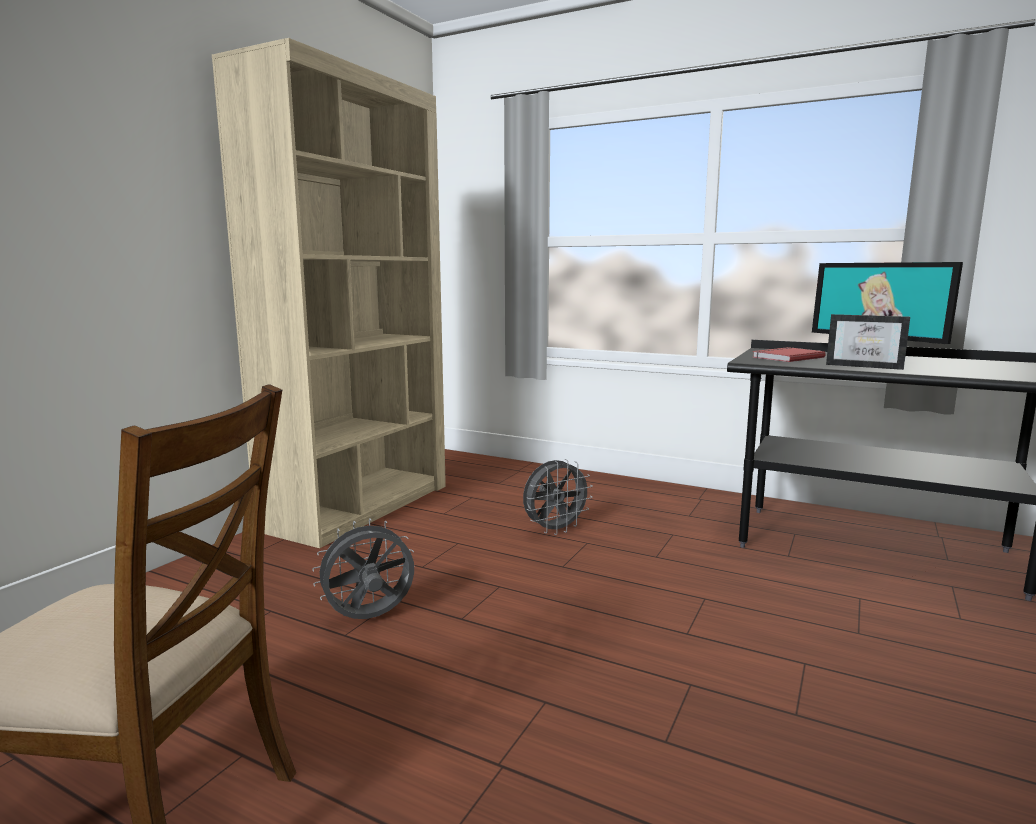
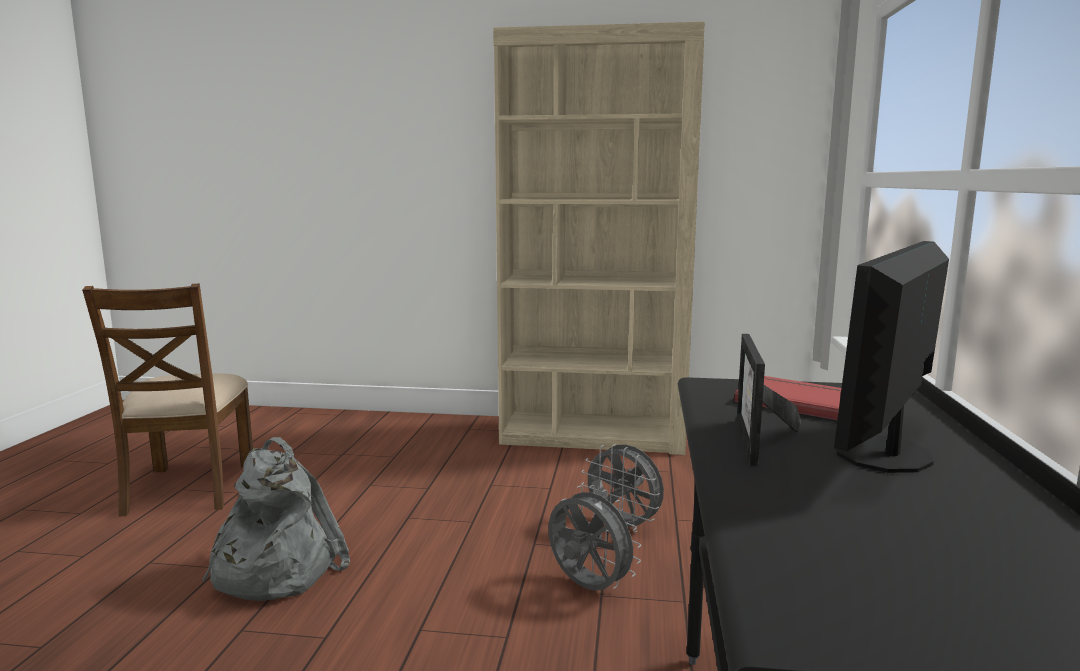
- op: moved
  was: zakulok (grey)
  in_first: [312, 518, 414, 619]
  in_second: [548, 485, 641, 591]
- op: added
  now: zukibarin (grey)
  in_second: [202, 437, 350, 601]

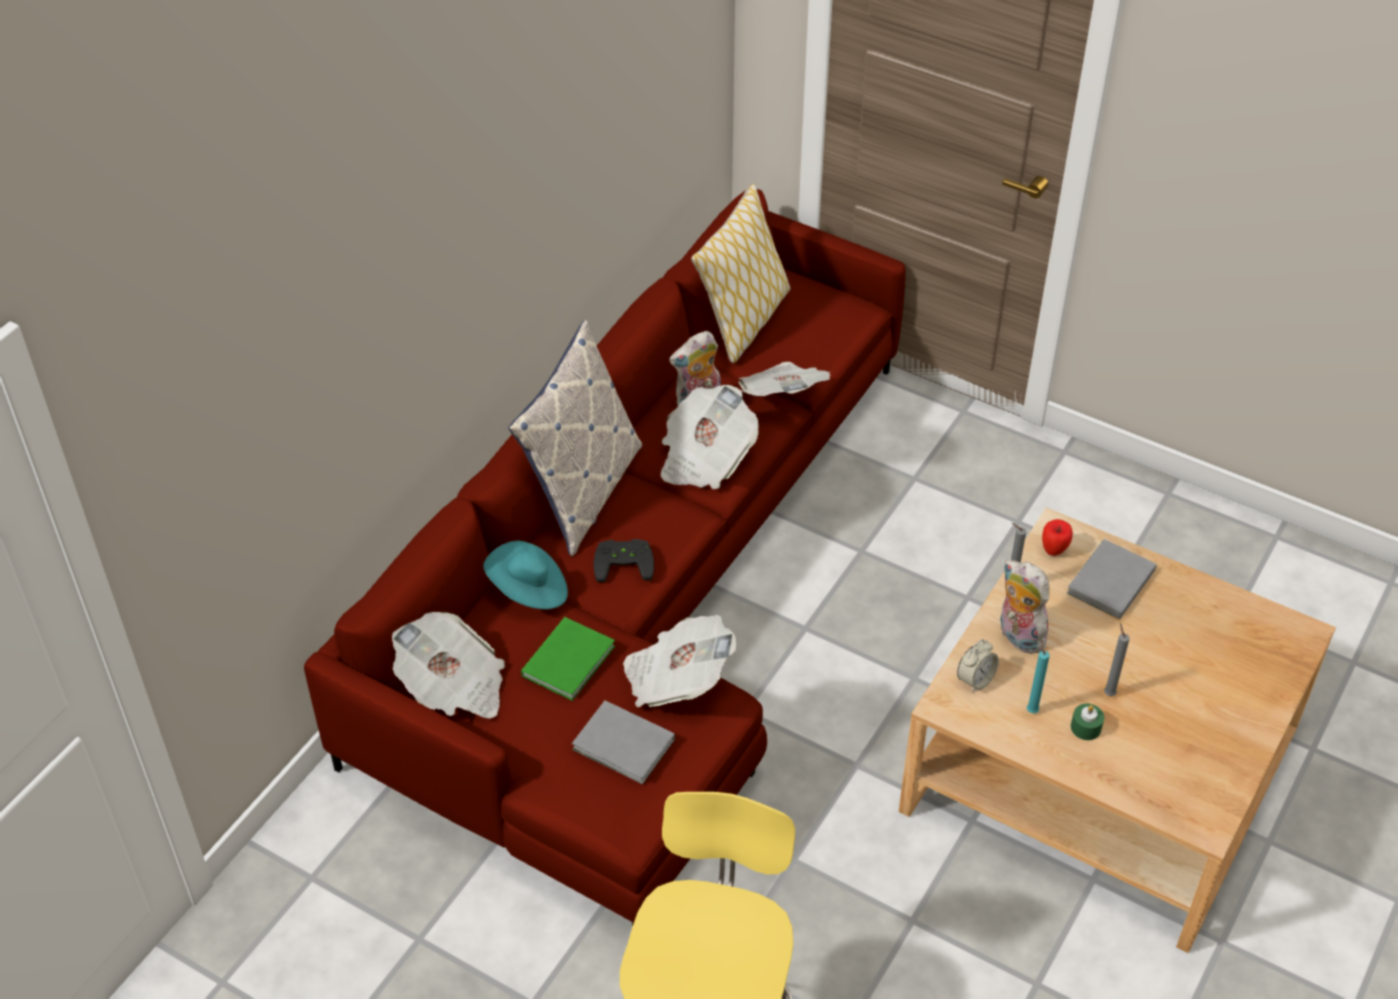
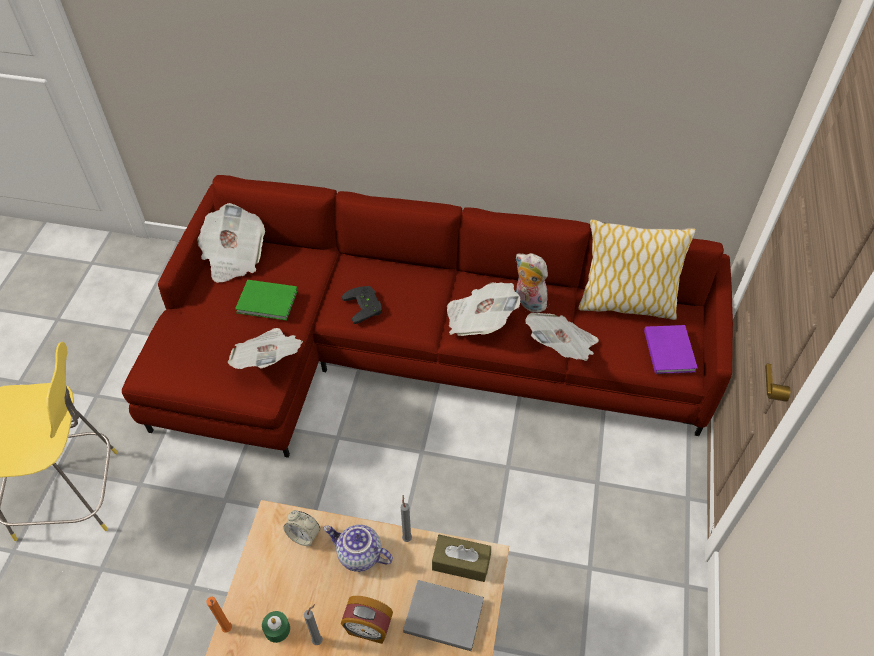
- op: removed
  was: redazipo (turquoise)
  in_first: [483, 541, 568, 609]
- op: removed
  was: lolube
  in_first: [508, 320, 642, 556]
- op: removed
  was: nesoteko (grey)
  in_first: [572, 700, 675, 784]
- op: replaced
  was: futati
  now: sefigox
  in_first: [1000, 560, 1050, 654]
  in_second: [324, 525, 393, 572]
- op: removed
  was: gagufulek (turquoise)
  in_first: [1027, 640, 1050, 713]
- op: replaced
  was: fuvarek
  now: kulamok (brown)
  in_first: [1042, 519, 1073, 556]
  in_second: [432, 535, 491, 582]
- op: added
  now: gagufulek (orange)
  in_second: [206, 597, 232, 633]
- op: added
  now: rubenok
  in_second: [341, 596, 393, 644]
- op: added
  now: nesoteko (purple)
  in_second: [644, 325, 698, 374]

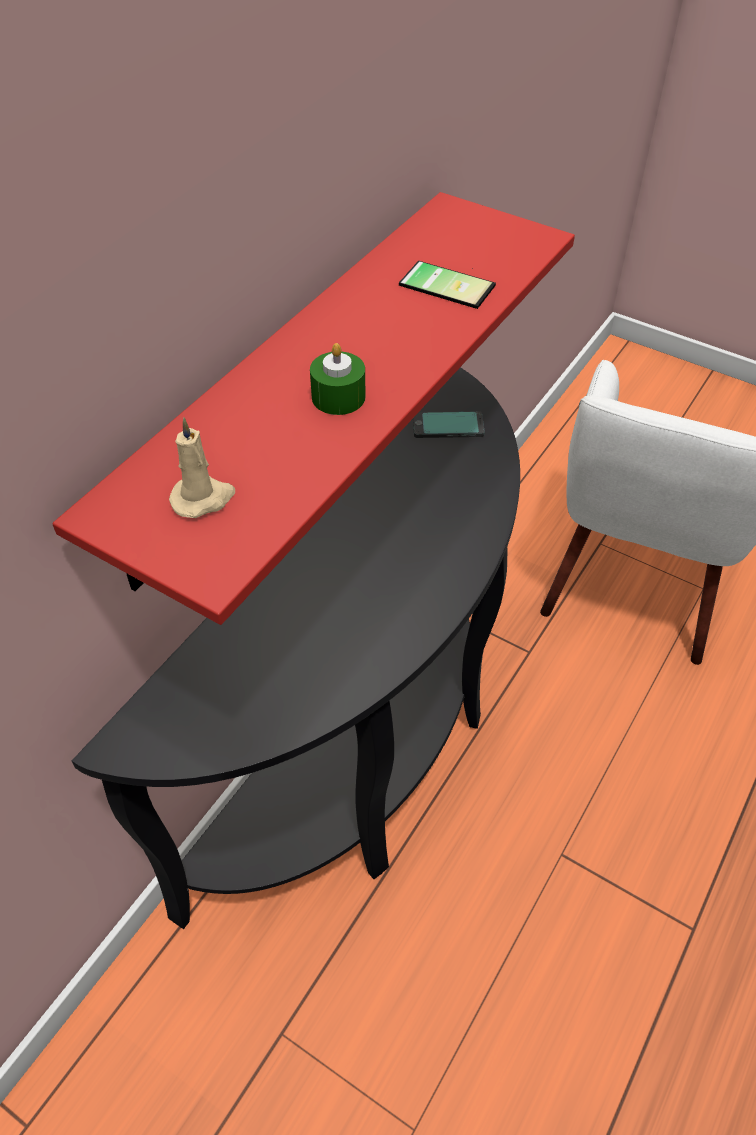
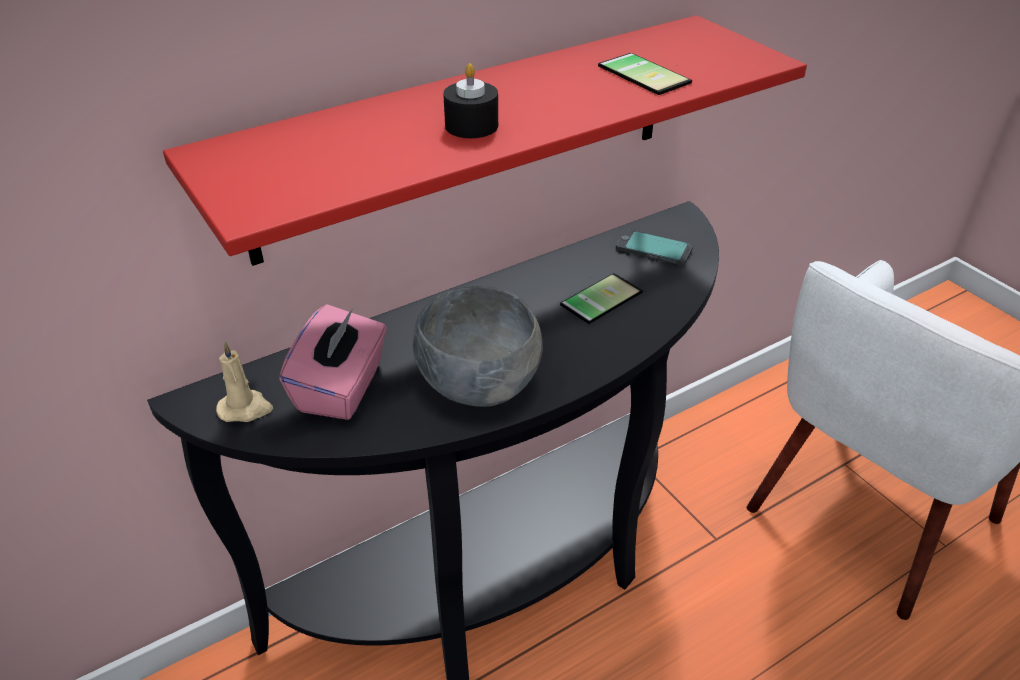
- op: moved
  was: gagufulek (beige)
  in_first: [169, 418, 235, 518]
  in_second: [216, 341, 273, 422]
- op: recoloured
  was: gagufulek (green)
  now: gagufulek (black)
  in_first: [310, 343, 366, 415]
  in_second: [443, 63, 498, 138]
- op: added
  now: kulamok (pink)
  in_second: [279, 304, 387, 420]
- op: added
  now: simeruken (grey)
  in_second: [413, 286, 543, 407]
- op: added
  now: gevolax
  in_second: [560, 273, 643, 324]

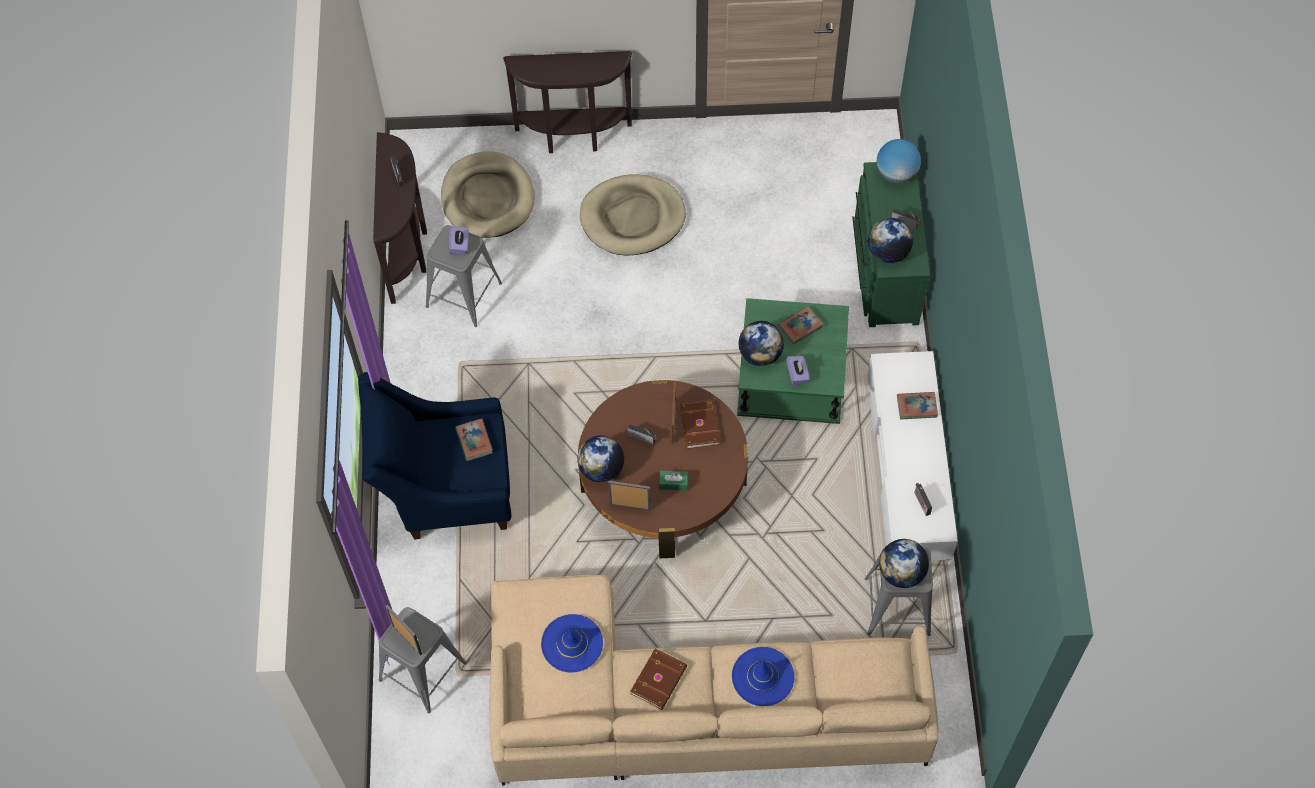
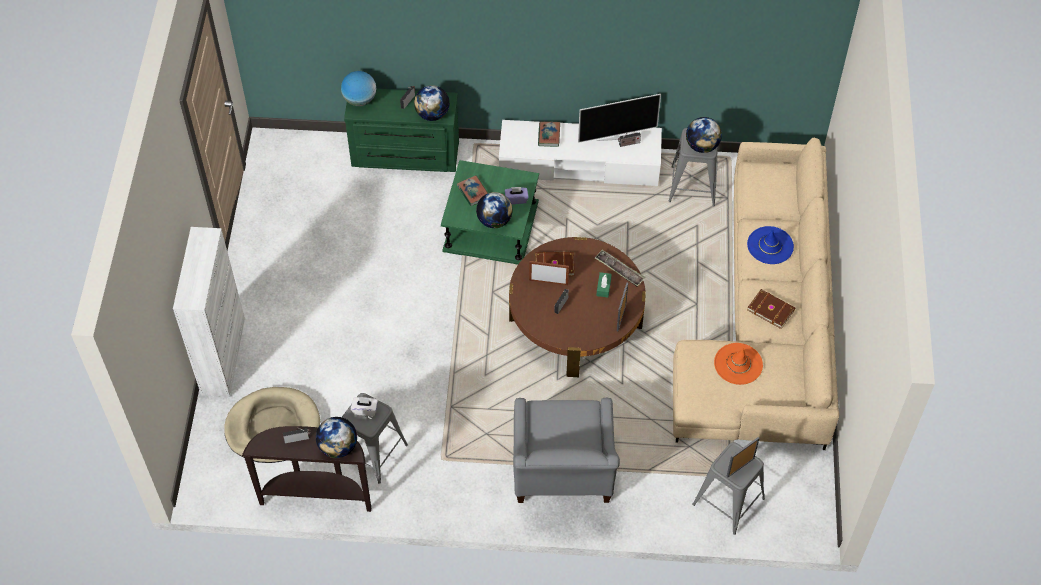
- op: recoloured
  was: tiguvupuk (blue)
  now: tiguvupuk (grey)
  in_first: [358, 372, 511, 539]
  in_second: [513, 398, 620, 503]
- op: recoloured
  was: kulamok (purple)
  now: kulamok (white)
  in_first: [449, 226, 469, 255]
  in_second: [351, 397, 378, 416]
- op: removed
  was: nesoteko
  in_first: [456, 419, 493, 461]
- op: replaced
  was: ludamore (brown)
  now: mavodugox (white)
  in_first: [503, 51, 632, 153]
  in_second: [173, 227, 245, 397]
- op: recoloured
  was: redazipo (blue)
  now: redazipo (orange)
  in_first: [541, 614, 603, 673]
  in_second: [714, 343, 763, 385]
- op: moved
  was: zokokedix
  in_first: [577, 436, 624, 482]
  in_second: [316, 417, 357, 458]
- op: removed
  was: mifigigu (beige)
  in_first: [580, 174, 686, 255]
- op: added
  now: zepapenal
  in_second: [578, 94, 661, 143]
- op: added
  now: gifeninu
  in_second: [595, 250, 645, 287]

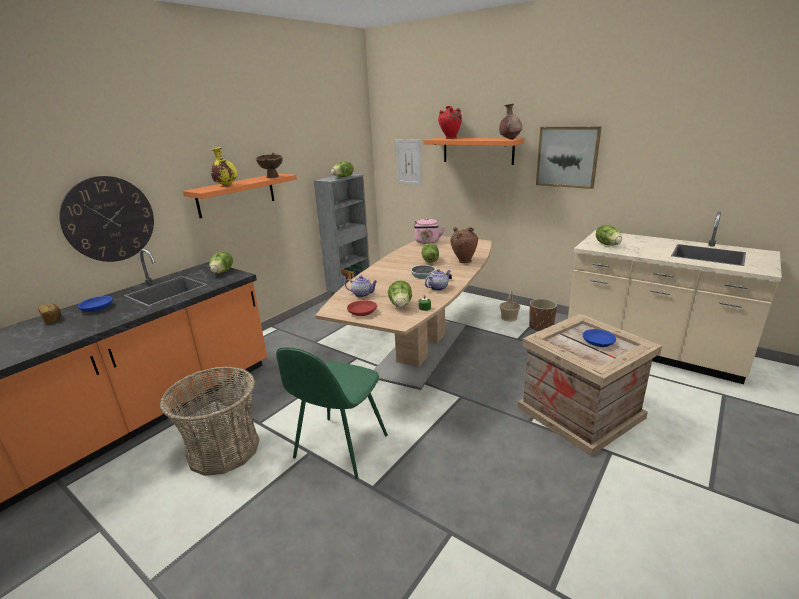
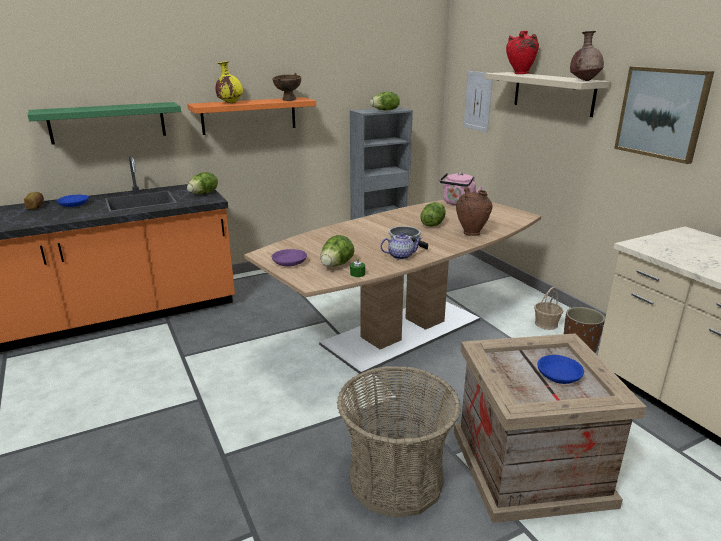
- op: replaced
  was: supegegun
  now: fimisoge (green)
  in_first: [59, 176, 154, 262]
  in_second: [28, 102, 181, 145]
- op: moved
  was: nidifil
  in_first: [160, 366, 259, 476]
  in_second: [337, 366, 461, 518]
- op: removed
  was: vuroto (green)
  in_first: [276, 347, 388, 479]
- op: removed
  was: sefigox
  in_first: [345, 276, 378, 297]
- op: recoloured
  was: simeruken (red)
  now: simeruken (purple)
  in_first: [347, 300, 377, 316]
  in_second: [272, 249, 307, 266]
- op: recoloured
  was: fimisoge (orange)
  now: fimisoge (beige)
  in_first: [423, 138, 524, 165]
  in_second: [484, 72, 610, 117]
- op: removed
  was: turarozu
  in_first: [596, 225, 622, 246]

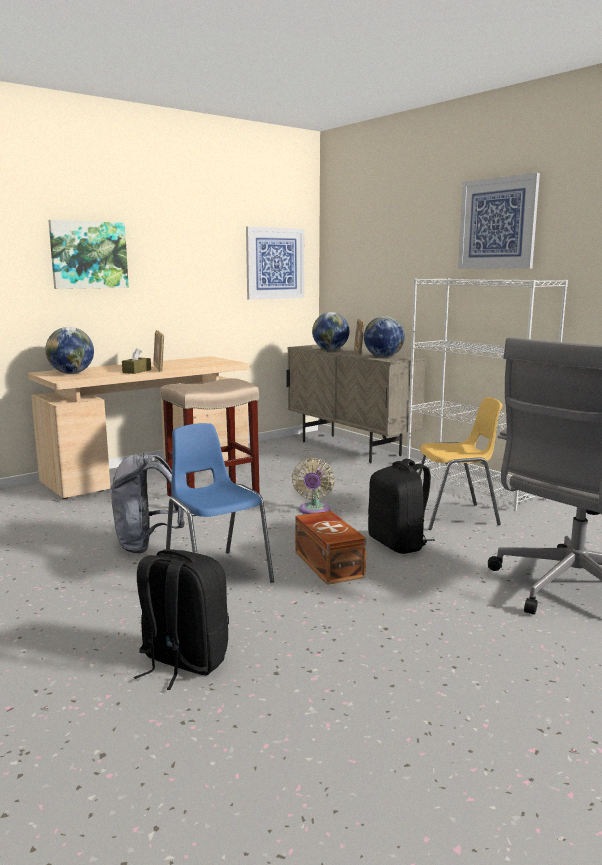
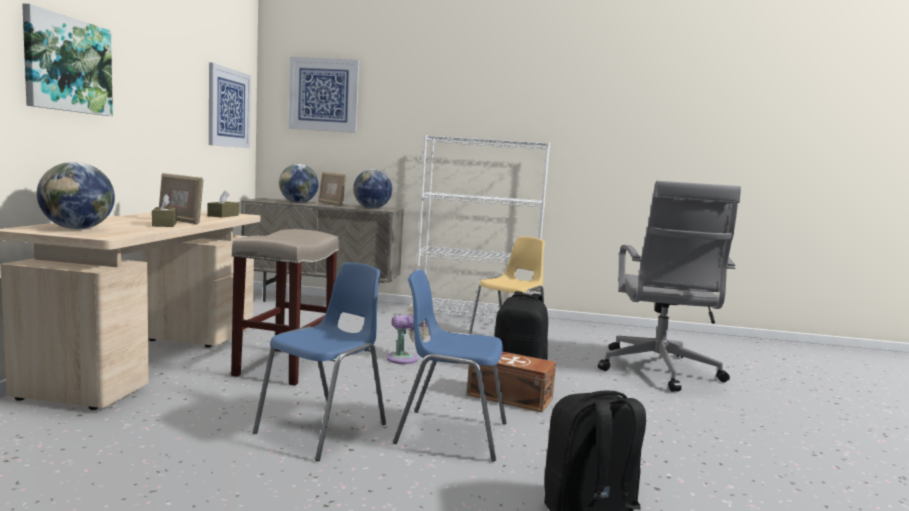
- op: replaced
  was: zukibarin (grey)
  now: vuroto (blue)
  in_first: [111, 453, 184, 553]
  in_second: [253, 262, 386, 461]
- op: turned
  was: zakulok (beige)
  in_first: [292, 458, 335, 514]
  in_second: [387, 303, 428, 364]
  clockwise: -75
- op: moved
  was: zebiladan
  in_first: [458, 173, 540, 269]
  in_second: [288, 57, 359, 133]
- op: added
  now: kulamok (brown)
  in_second: [207, 190, 239, 218]

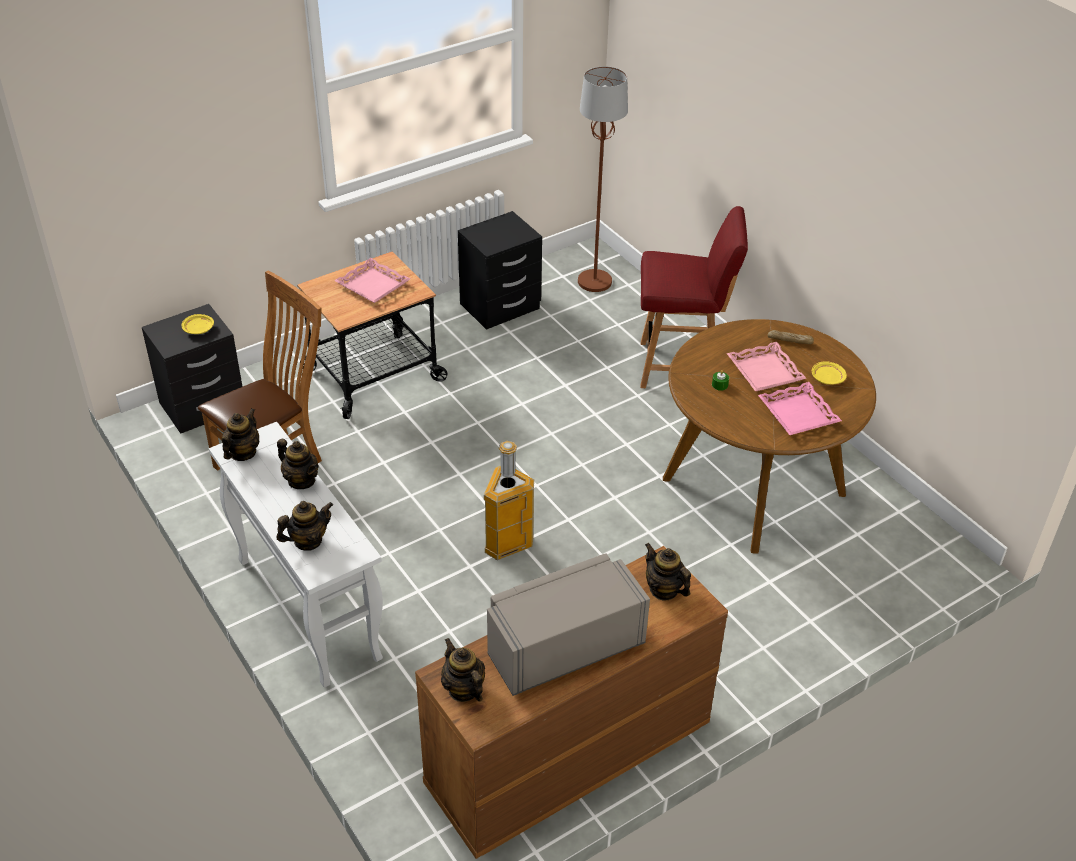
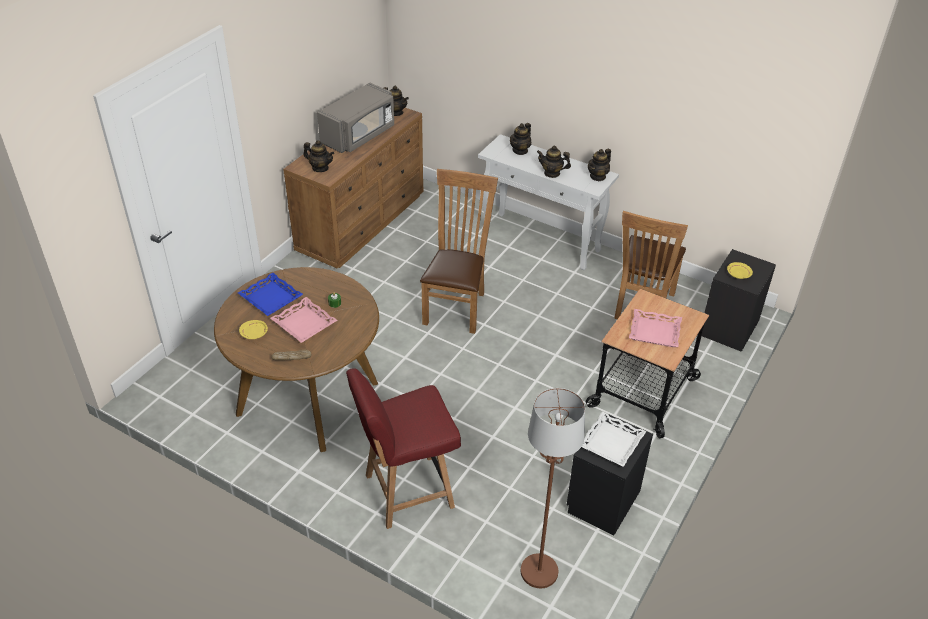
- op: turned
  was: sefigox
  in_first: [222, 408, 259, 461]
  in_second: [588, 149, 611, 181]
  clockwise: 45
- op: replaced
  was: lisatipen
  now: vuroto (brown)
  in_first: [484, 441, 534, 560]
  in_second: [420, 169, 498, 334]
- op: recoloured
  was: gifeninu (pink)
  now: gifeninu (blue)
  in_first: [758, 382, 842, 435]
  in_second: [238, 273, 303, 316]
- op: added
  now: gifeninu (white)
  in_second: [582, 411, 646, 467]

